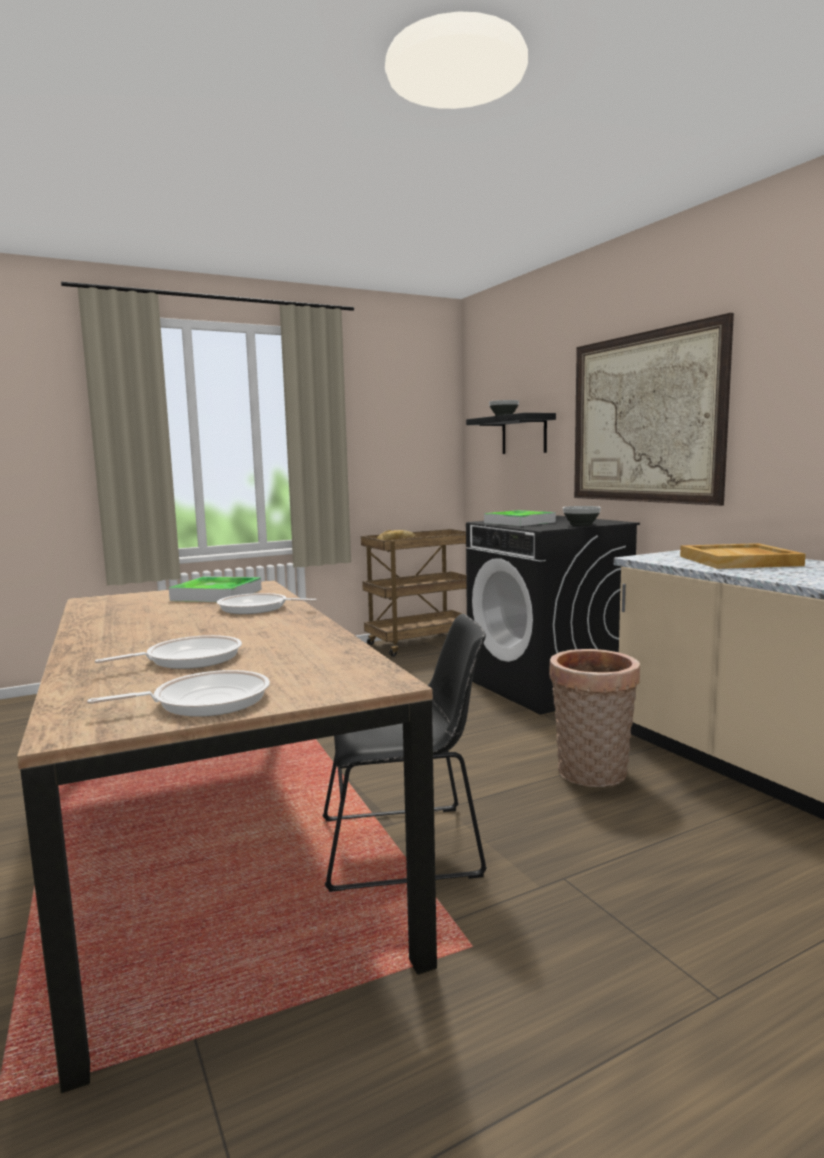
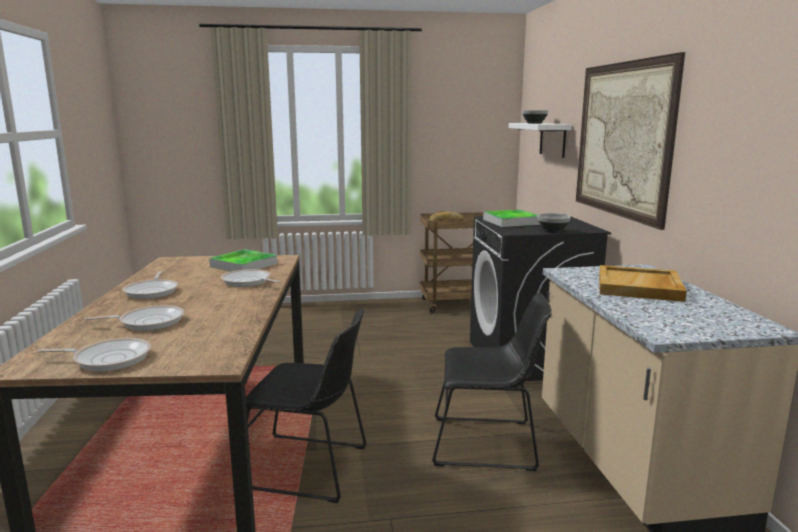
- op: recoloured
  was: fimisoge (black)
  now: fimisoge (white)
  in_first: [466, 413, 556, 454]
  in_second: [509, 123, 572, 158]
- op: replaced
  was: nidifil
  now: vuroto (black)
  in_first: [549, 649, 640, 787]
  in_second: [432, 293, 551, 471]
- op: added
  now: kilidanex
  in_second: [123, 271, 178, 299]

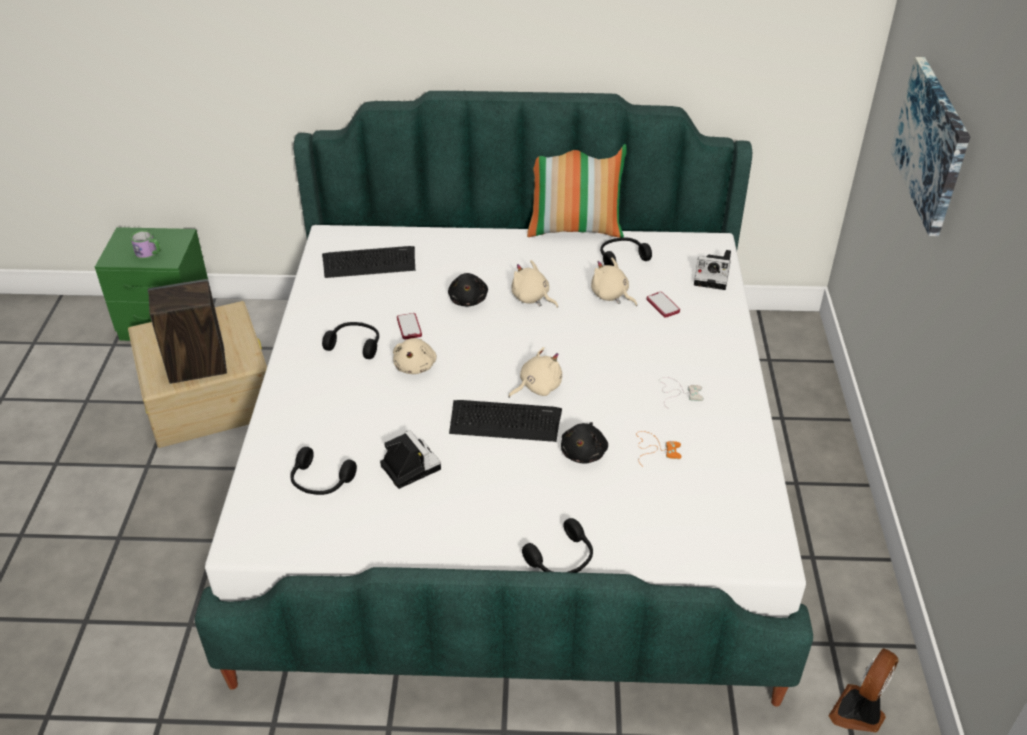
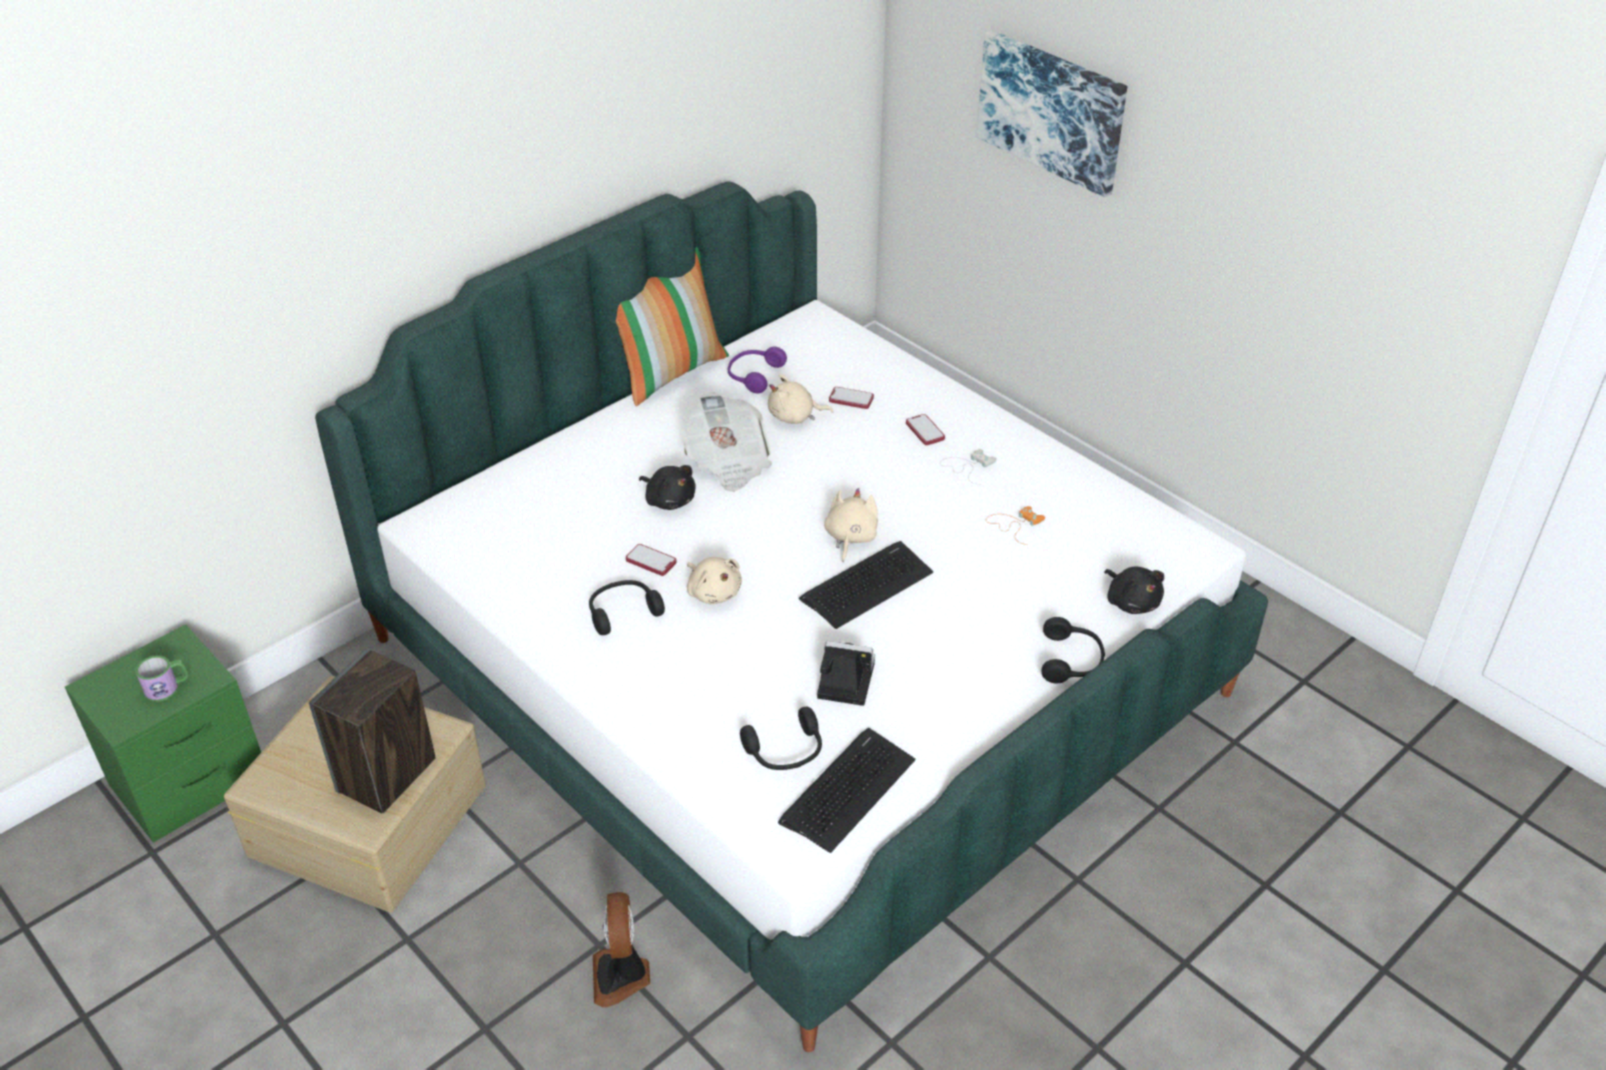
- op: moved
  was: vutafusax
  in_first: [322, 246, 415, 278]
  in_second: [778, 728, 915, 853]
- op: replaced
  was: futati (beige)
  now: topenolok
  in_first: [511, 260, 558, 308]
  in_second: [682, 392, 772, 492]
- op: moved
  was: futati (black)
  in_first: [561, 422, 608, 464]
  in_second: [1104, 567, 1164, 614]
- op: recoloured
  was: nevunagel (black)
  now: nevunagel (purple)
  in_first: [600, 238, 652, 266]
  in_second: [728, 347, 787, 393]
- op: removed
  was: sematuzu
  in_first: [694, 250, 731, 290]
- op: moved
  was: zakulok
  in_first: [829, 648, 899, 733]
  in_second: [593, 892, 650, 1007]
- op: added
  now: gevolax
  in_second: [906, 414, 945, 445]

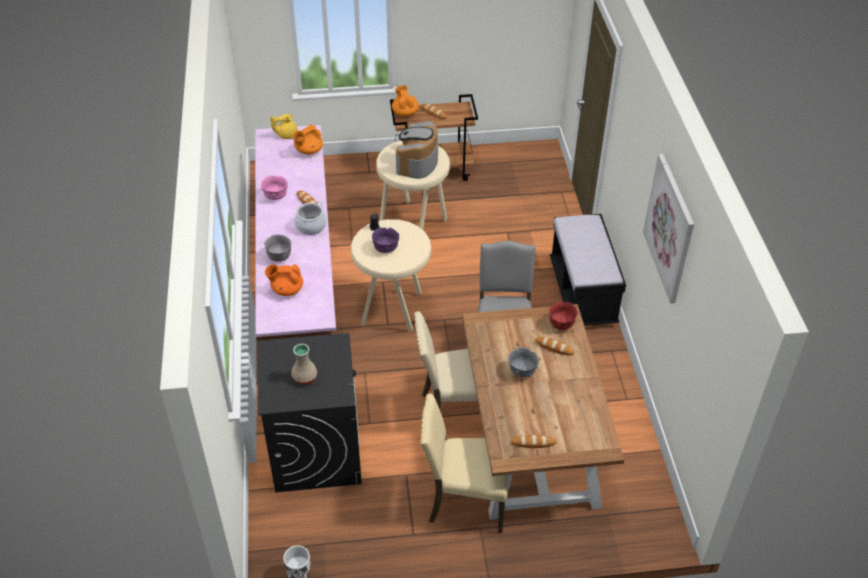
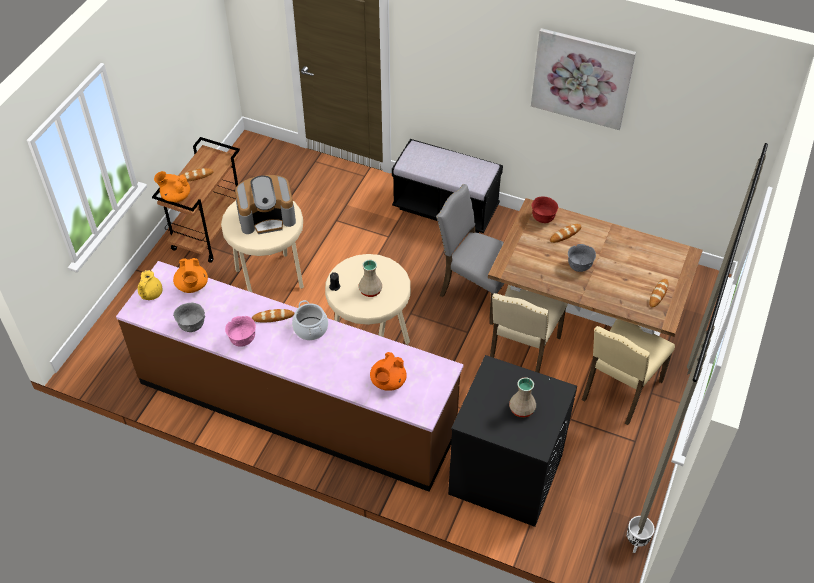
- op: moved
  was: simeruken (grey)
  in_first: [264, 235, 291, 262]
  in_second: [173, 303, 205, 332]
- op: replaced
  was: simeruken (purple)
  now: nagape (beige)
  in_first: [372, 227, 399, 253]
  in_second: [359, 260, 382, 297]
- op: turned
  was: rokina
  in_first: [396, 121, 438, 179]
  in_second: [235, 175, 296, 234]
  clockwise: -60

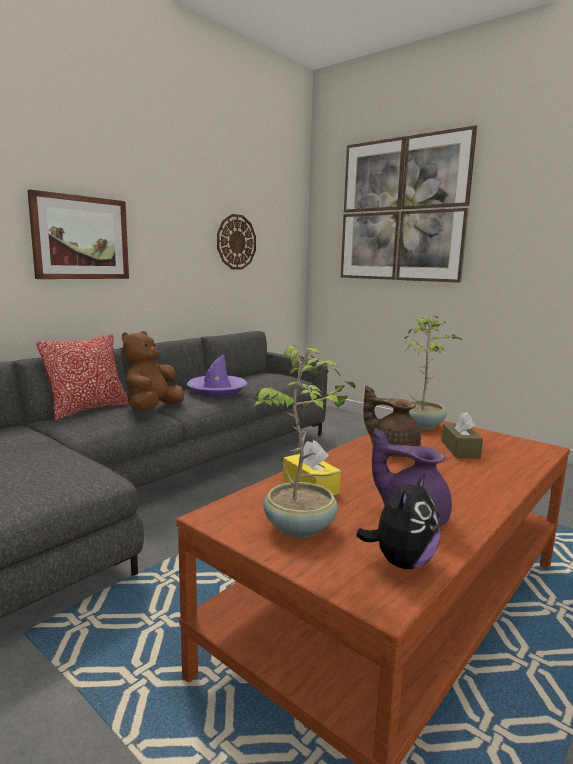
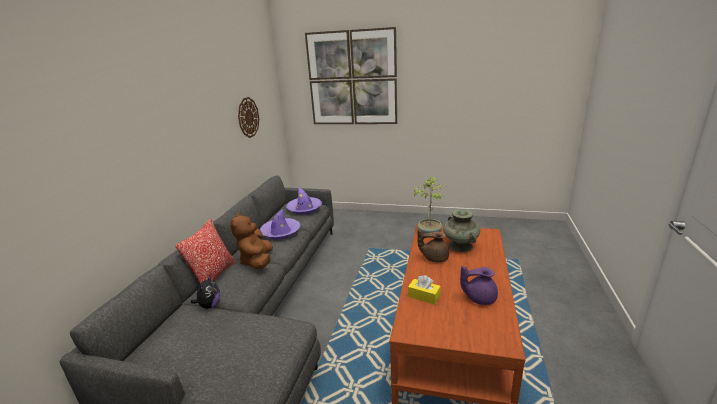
- op: removed
  was: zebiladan
  in_first: [27, 189, 129, 279]
- op: removed
  was: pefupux
  in_first: [254, 345, 355, 538]
- op: moved
  was: futati
  in_first: [356, 472, 441, 569]
  in_second: [191, 275, 220, 309]
- op: replaced
  was: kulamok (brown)
  now: nagape (turquoise)
  in_first: [442, 412, 483, 458]
  in_second: [443, 209, 480, 252]
- op: added
  now: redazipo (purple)
  in_second: [286, 186, 322, 215]

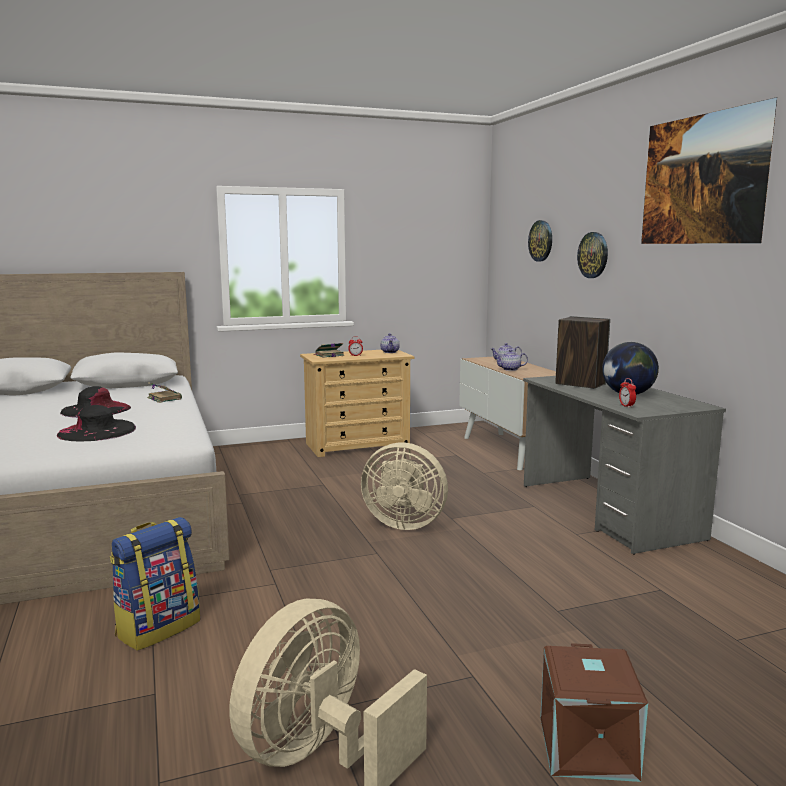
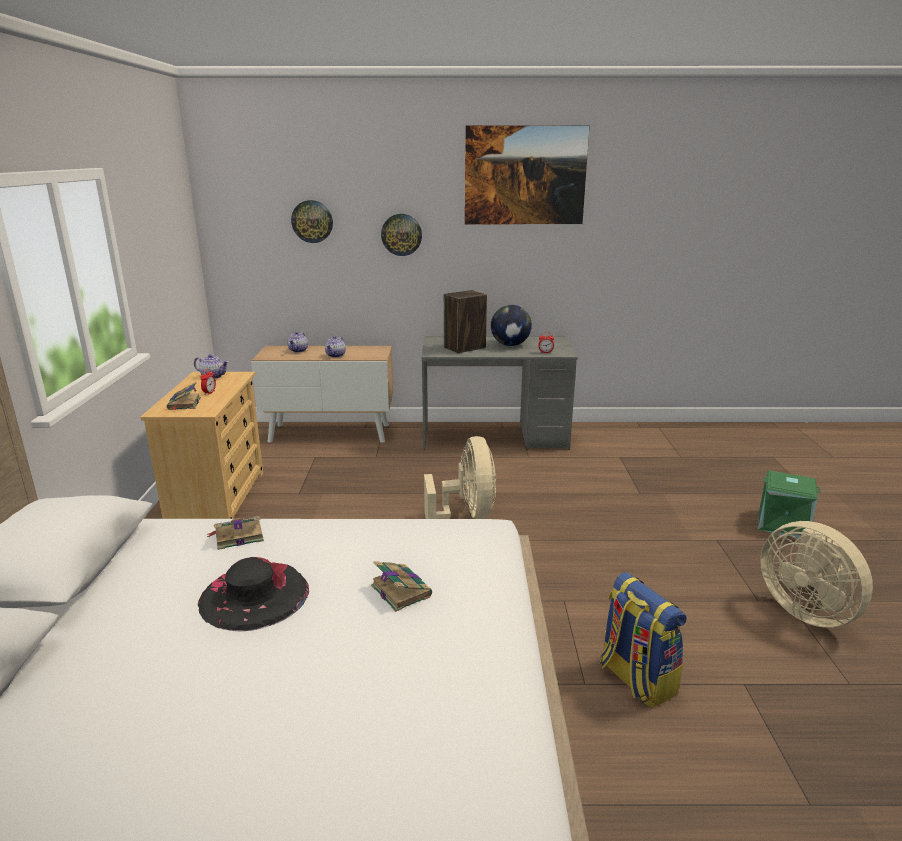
- op: replaced
  was: redazipo (black)
  now: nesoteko
  in_first: [57, 405, 136, 442]
  in_second: [371, 561, 432, 612]
- op: turned
  was: zakulok (beige)
  in_first: [361, 443, 448, 530]
  in_second: [424, 436, 496, 519]
  clockwise: -45
- op: recoloured
  was: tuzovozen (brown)
  now: tuzovozen (green)
  in_first: [540, 643, 648, 782]
  in_second: [758, 471, 821, 538]

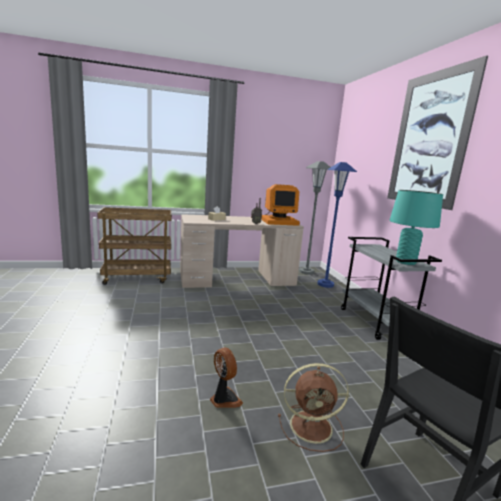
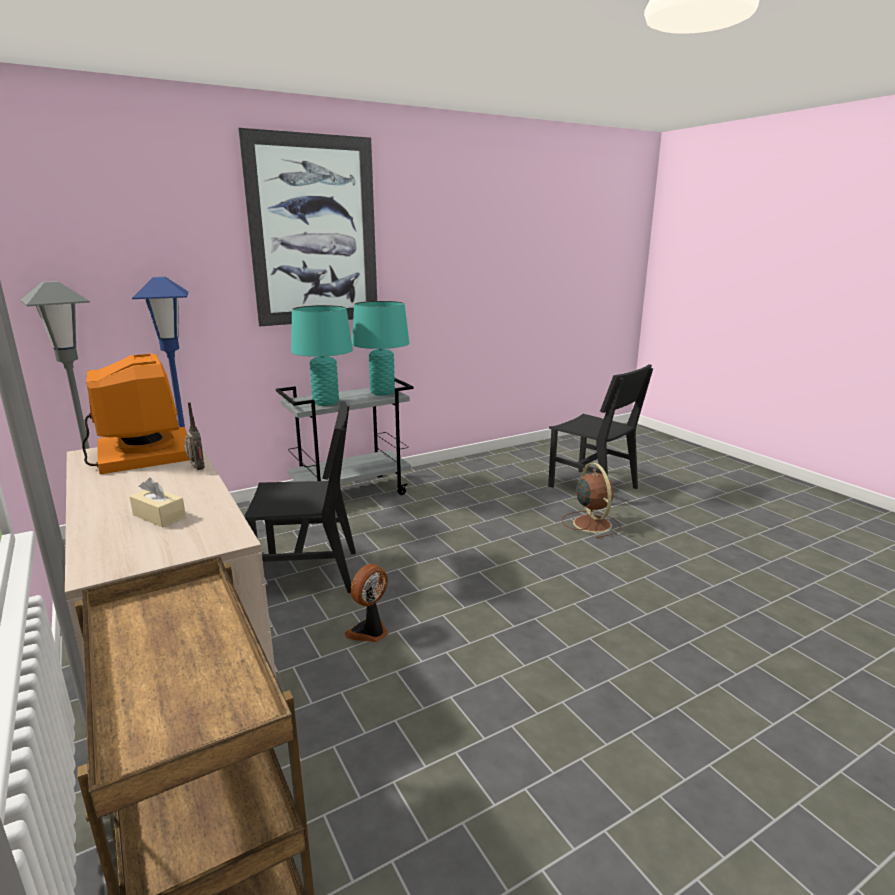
- op: moved
  was: zakulok
  in_first: [210, 348, 243, 408]
  in_second: [345, 564, 389, 642]
- op: added
  now: vuroto (black)
  in_second: [244, 401, 356, 593]
- op: added
  now: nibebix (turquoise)
  in_second: [291, 305, 353, 406]

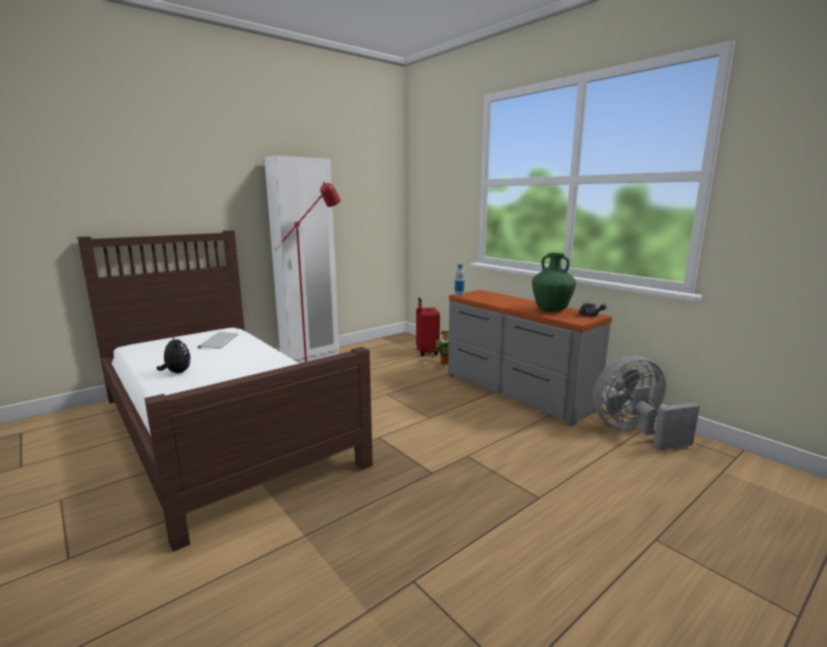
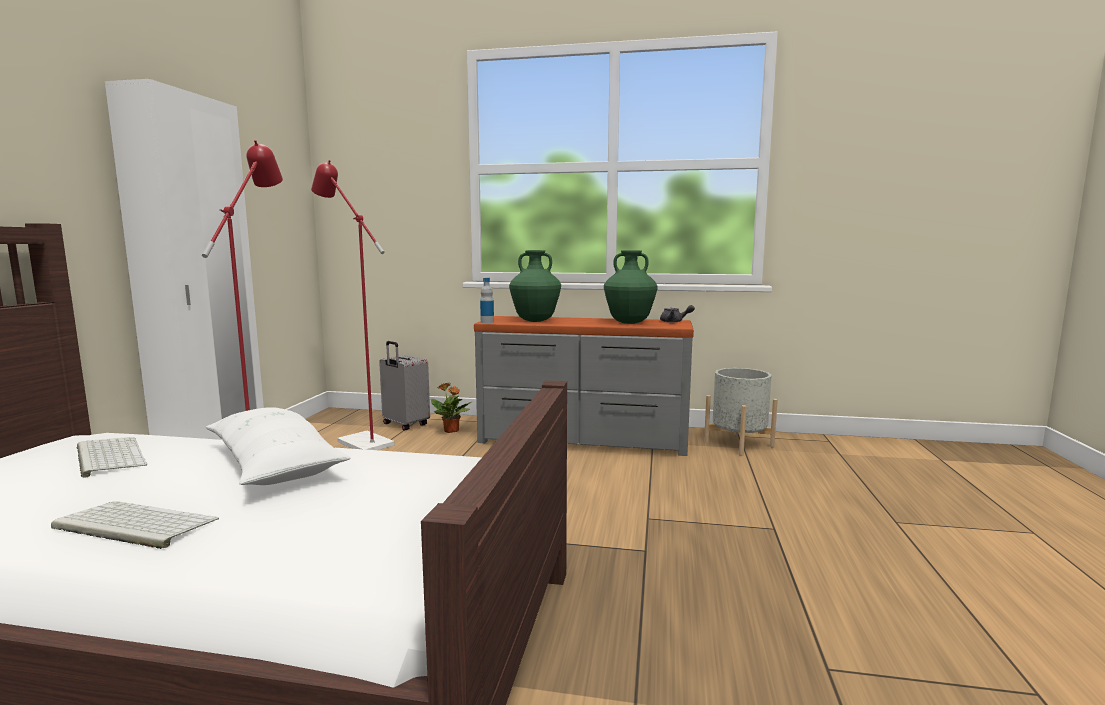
- op: replaced
  was: futati
  now: vutafusax
  in_first: [157, 335, 191, 373]
  in_second: [51, 501, 219, 549]
- op: recoloured
  was: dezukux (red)
  now: dezukux (grey)
  in_first: [416, 297, 440, 356]
  in_second: [379, 341, 430, 430]
- op: replaced
  was: zakulok (grey)
  now: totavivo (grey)
  in_first: [593, 355, 700, 451]
  in_second: [704, 368, 778, 456]
- op: added
  now: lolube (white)
  in_second: [206, 407, 351, 485]
- op: added
  now: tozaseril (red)
  in_second: [311, 160, 395, 450]
- op: added
  now: nagape (green)
  in_second: [509, 250, 561, 322]

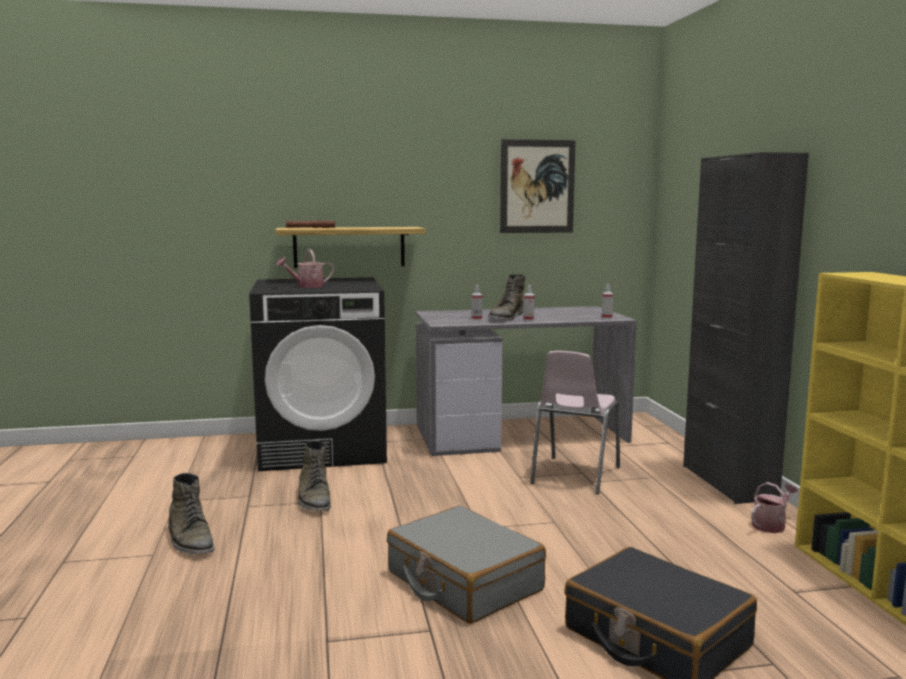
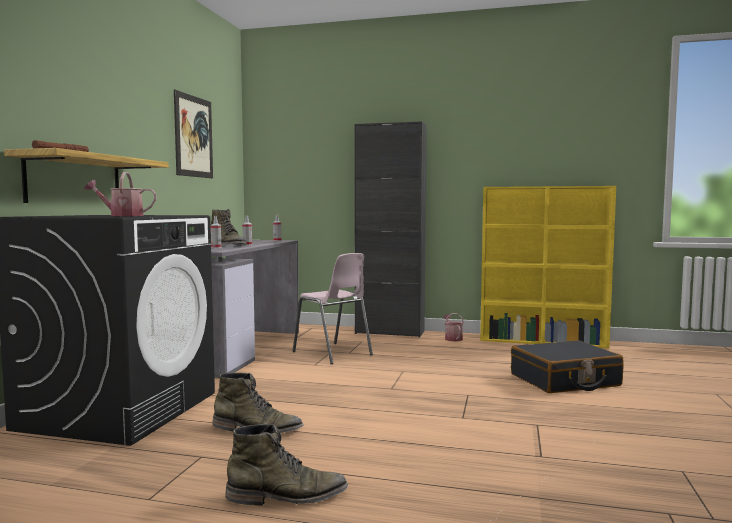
- op: turned
  was: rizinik
  in_first: [276, 249, 334, 288]
  in_second: [84, 172, 157, 216]
  clockwise: 90
- op: removed
  was: dezukux (grey)
  in_first: [387, 505, 546, 624]

